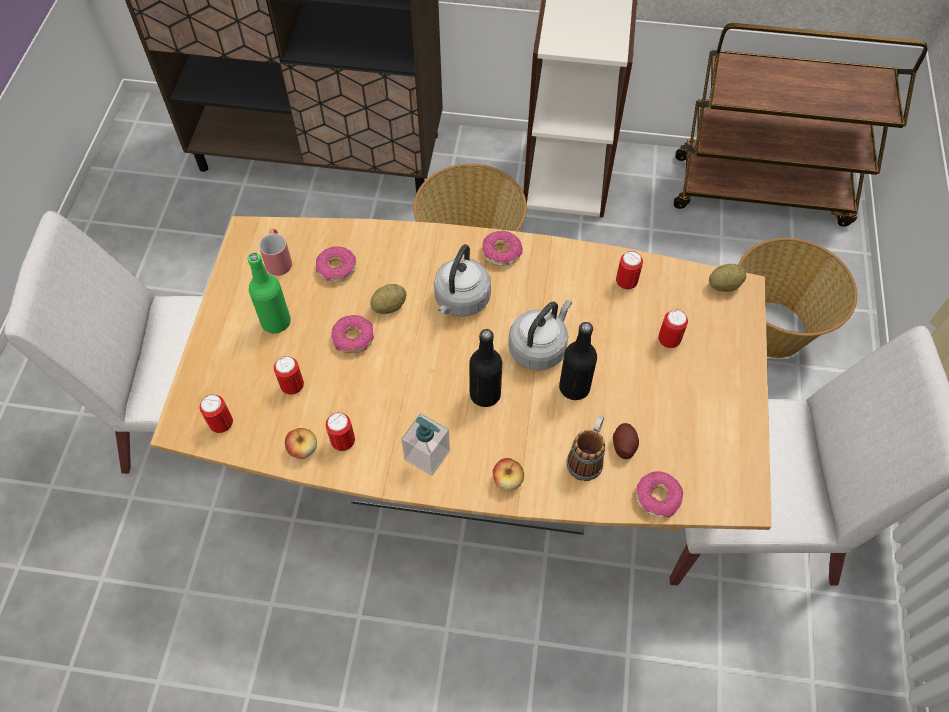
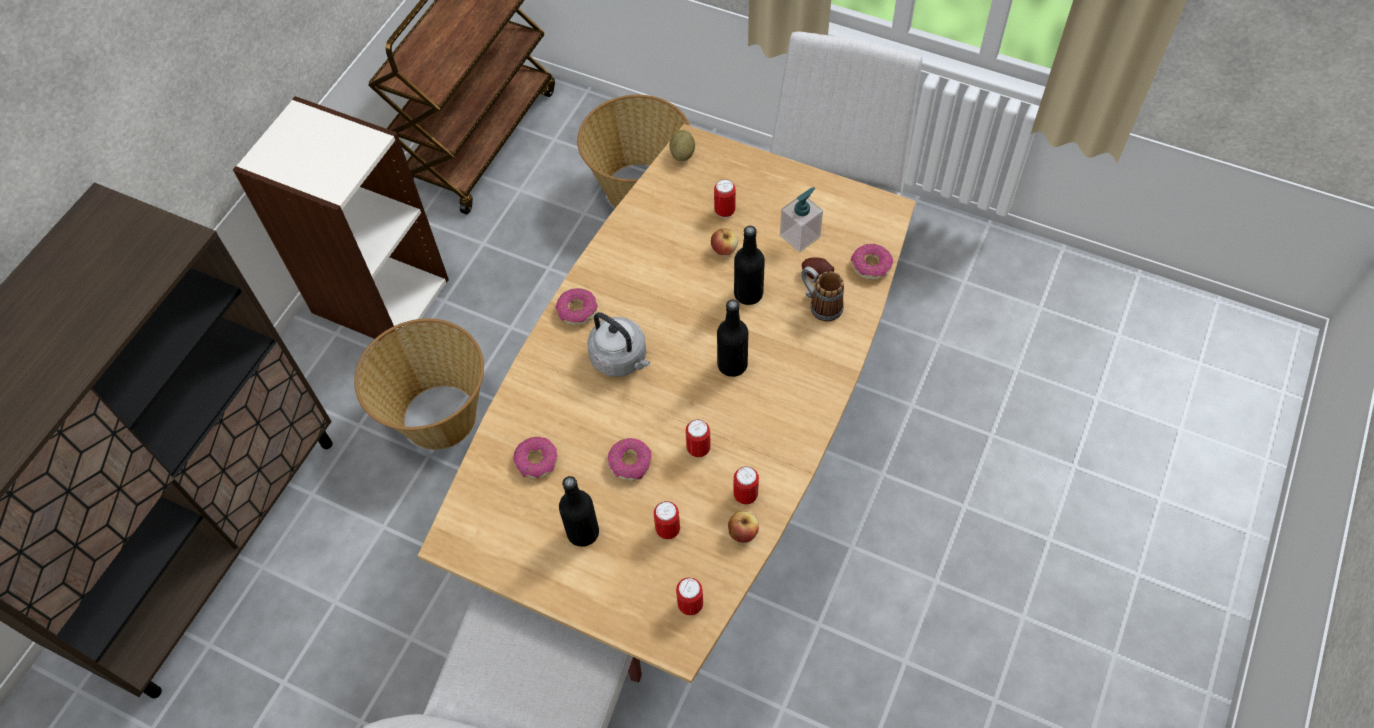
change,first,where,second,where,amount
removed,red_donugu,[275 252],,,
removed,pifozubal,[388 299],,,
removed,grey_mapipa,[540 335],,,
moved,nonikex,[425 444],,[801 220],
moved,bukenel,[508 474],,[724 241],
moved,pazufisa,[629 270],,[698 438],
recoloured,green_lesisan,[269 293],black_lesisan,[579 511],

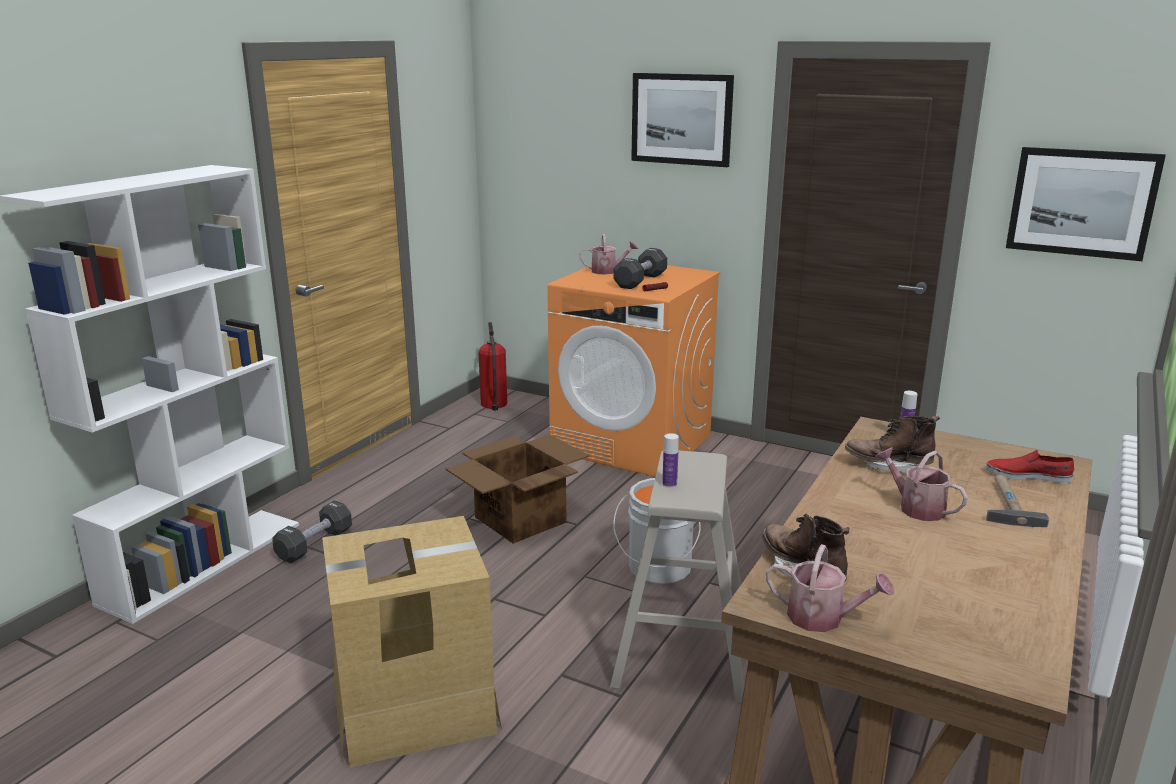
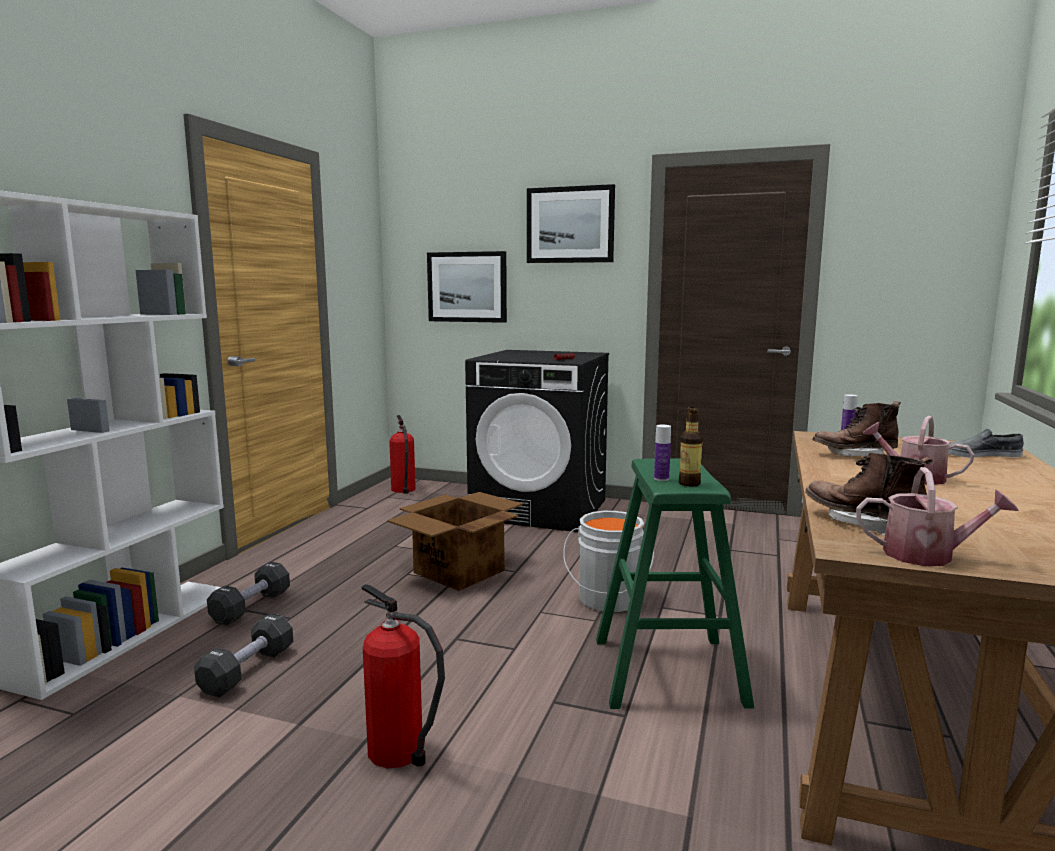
change,first,where,second,where,amount
removed,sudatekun,[608 254],,,
removed,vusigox,[1017 501],,,
added,,,lesisan,[691 447],
moved,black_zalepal,[640 268],,[243 655],
moved,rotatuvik,[1086 204],,[467 287],
replaced,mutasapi,[412 641],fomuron,[403 676],
recoloured,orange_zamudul,[633 368],black_zamudul,[537 441],
recoloured,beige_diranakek,[677 577],green_diranakek,[675 584],
recoloured,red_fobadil,[1030 466],grey_fobadil,[986 442],

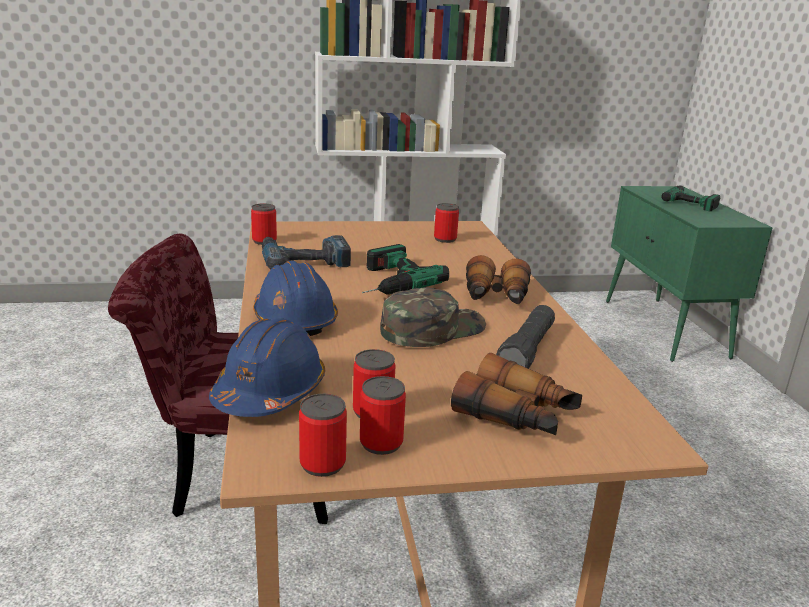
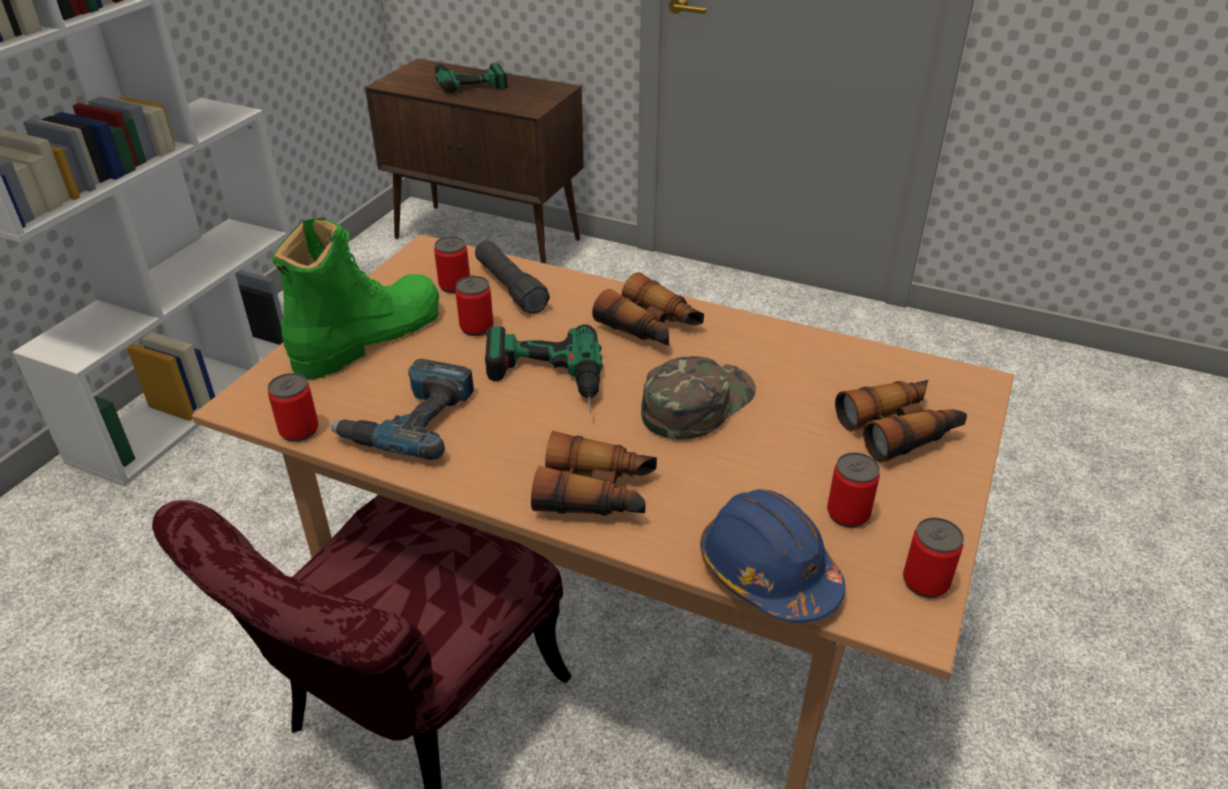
change,first,where,second,where,amount
added,,,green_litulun,[355 298],
moved,pazufisa,[383 415],,[474 306],
moved,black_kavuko,[525 337],,[512 277],
replaced,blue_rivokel,[295 298],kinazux,[594 473],
recoloured,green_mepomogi,[689 274],brown_mepomogi,[474 161],
turned,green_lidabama,[433 317],,[698 397],45 degrees clockwise

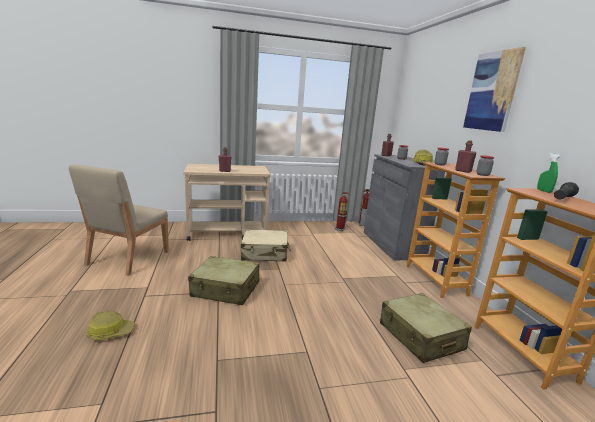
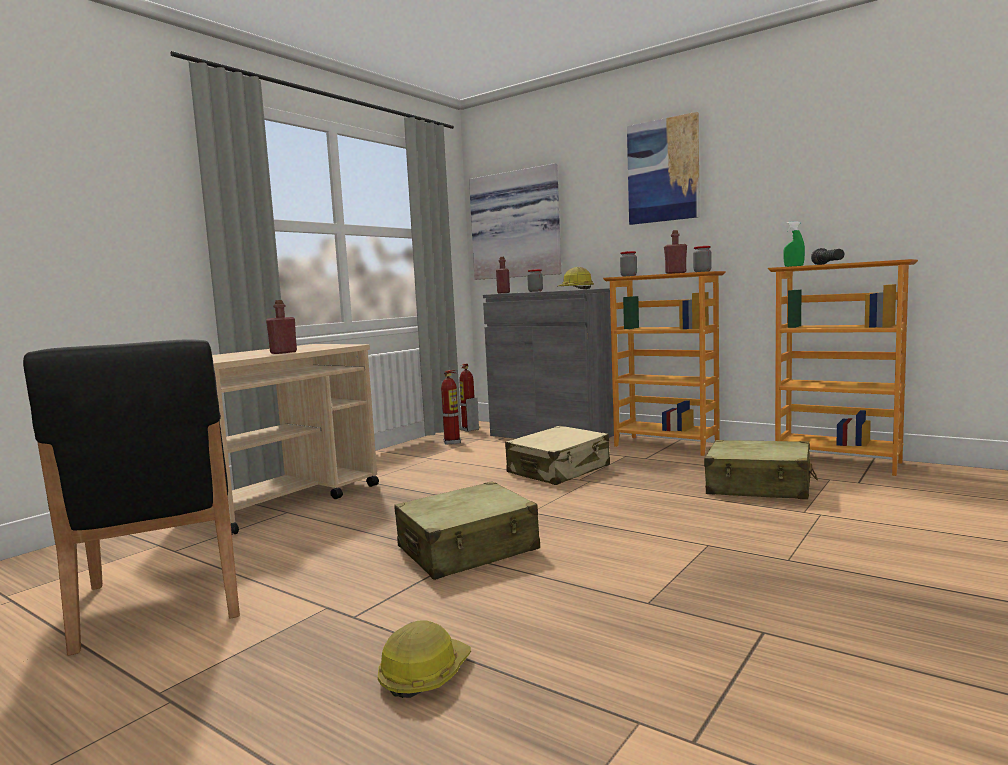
change,first,where,second,where,amount
added,,,rotatuvik,[515 221],
moved,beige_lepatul,[266 246],,[557 455],
recoloured,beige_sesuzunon,[119 220],black_sesuzunon,[131 497],

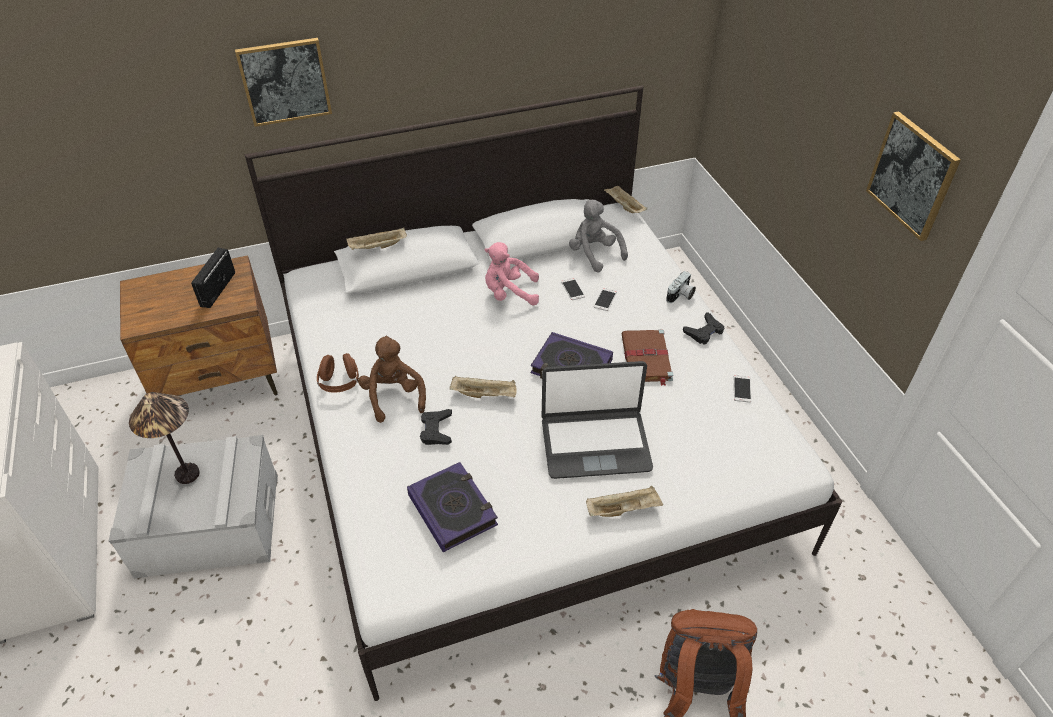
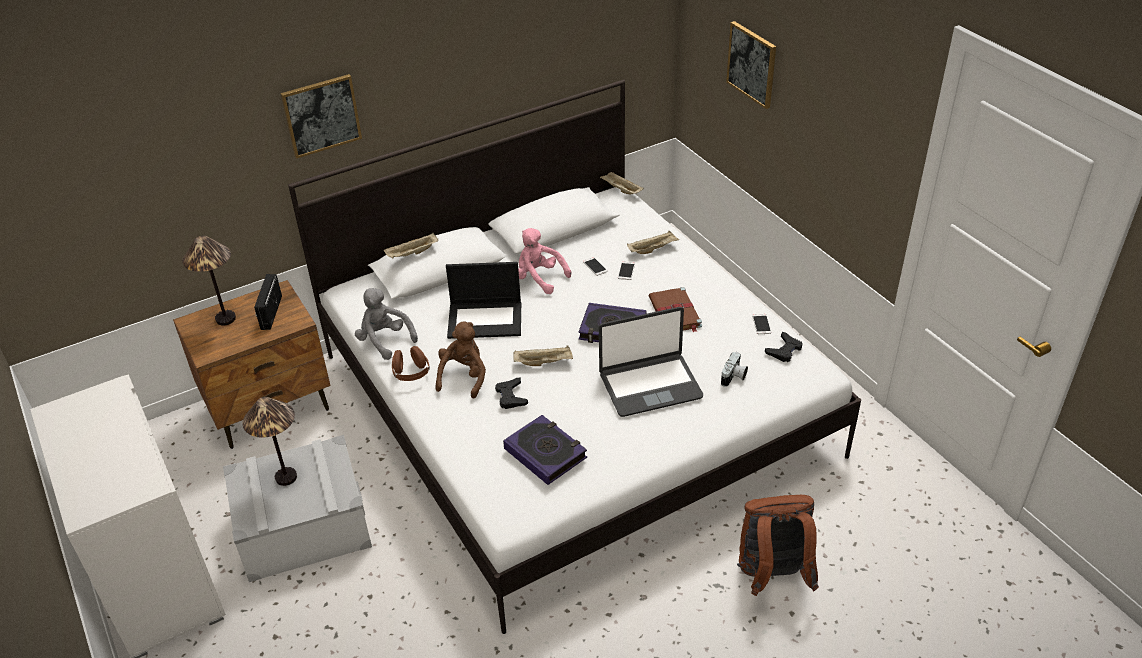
change,first,where,second,where,amount
added,,,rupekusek,[209 280],
added,,,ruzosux,[483 300],
moved,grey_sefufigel,[598 236],,[386 324],
moved,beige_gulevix,[624 501],,[653 242],
moved,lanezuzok,[681 287],,[734 369],
moved,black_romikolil,[704 328],,[783 347],
moved,rotatuvik,[913 176],,[751 65],
turned,brown_sefufigel,[392 379],,[461 360],45 degrees clockwise
turned,pink_sefufigel,[512 274],,[544 261],45 degrees clockwise

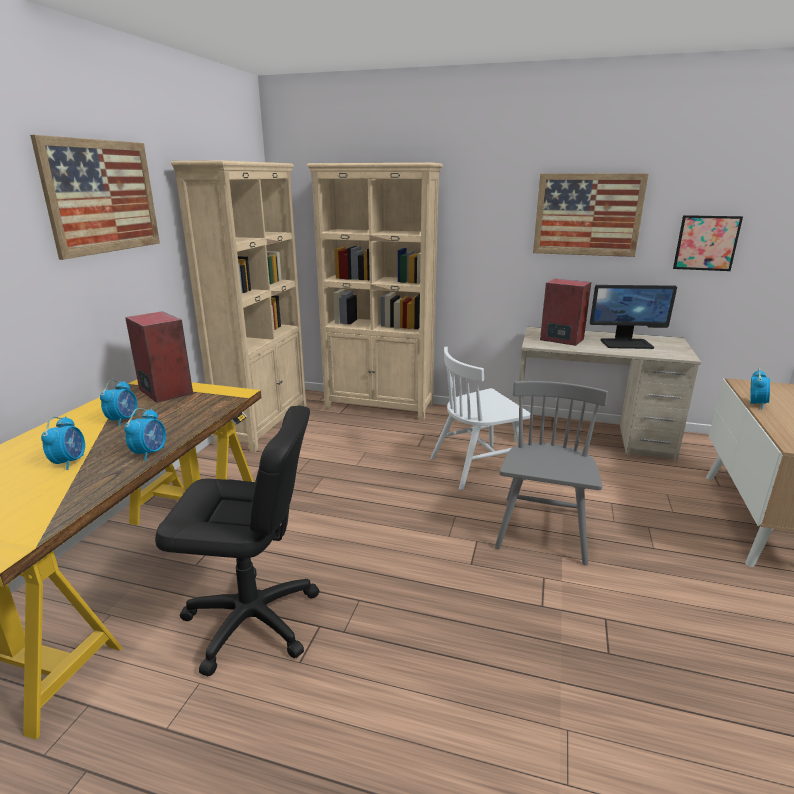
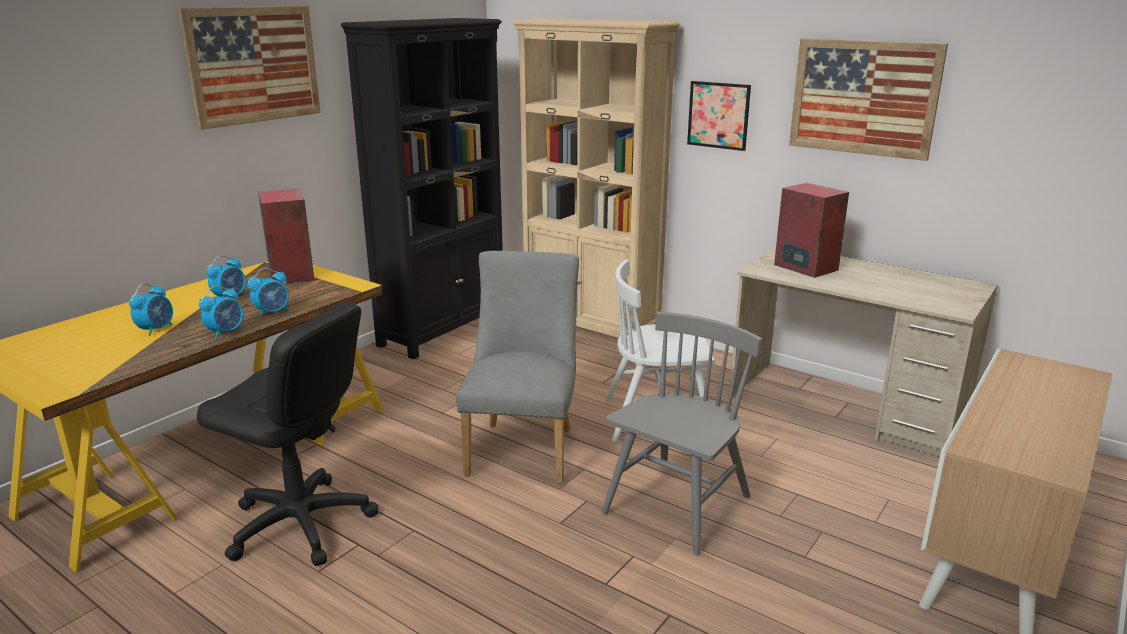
change,first,where,second,where,amount
removed,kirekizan,[633 317],,,
added,,,grey_sesuzunon,[517 367],
moved,rotatuvik,[708 243],,[719 116],
moved,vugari,[760 388],,[268 293],
recoloured,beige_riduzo,[239 306],black_riduzo,[422 189],

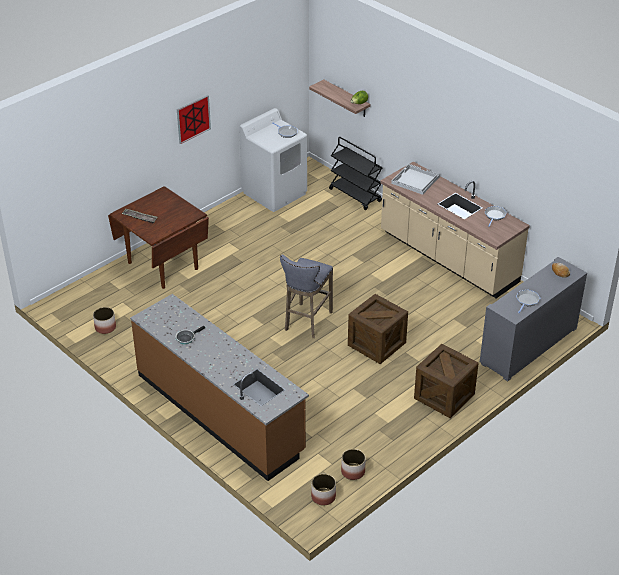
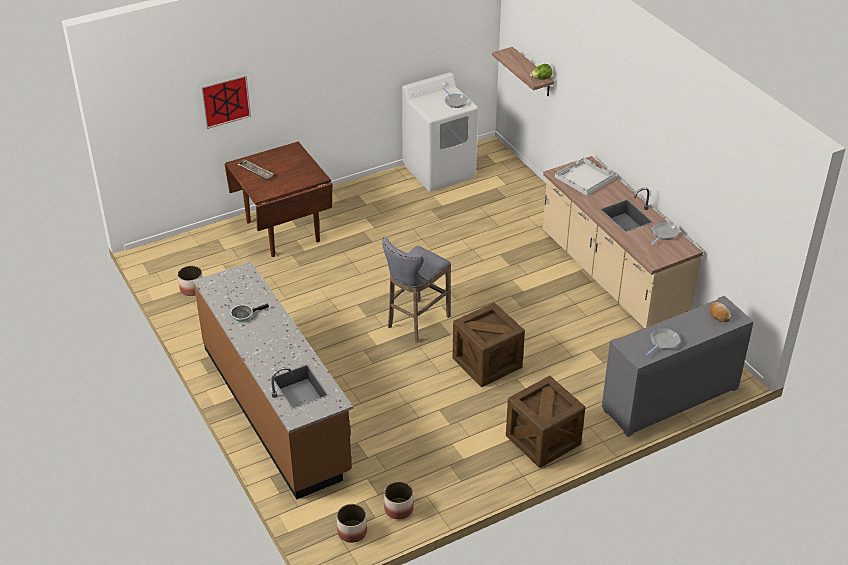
change,first,where,second,where,amount
removed,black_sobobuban,[355 173],,,
moved,rotatuvik,[194 119],,[226 102],

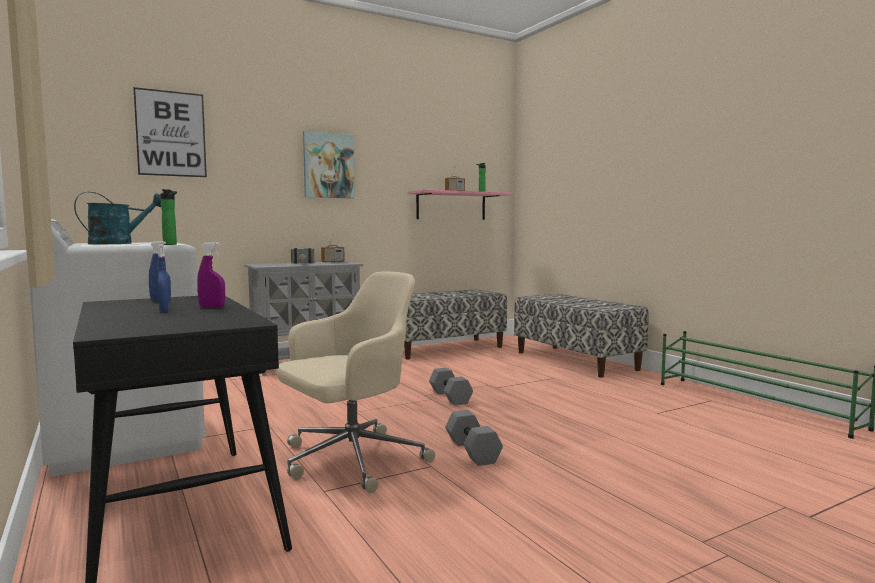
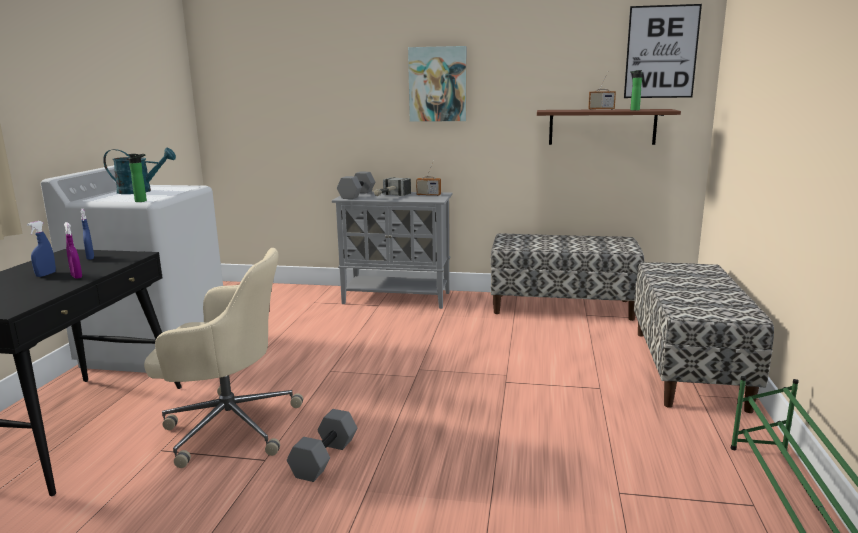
change,first,where,second,where,amount
moved,rotatuvik,[170 132],,[663 51],
moved,grey_zalepal,[451 386],,[356 185],
recoloured,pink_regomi,[459 204],brown_regomi,[609 127],

